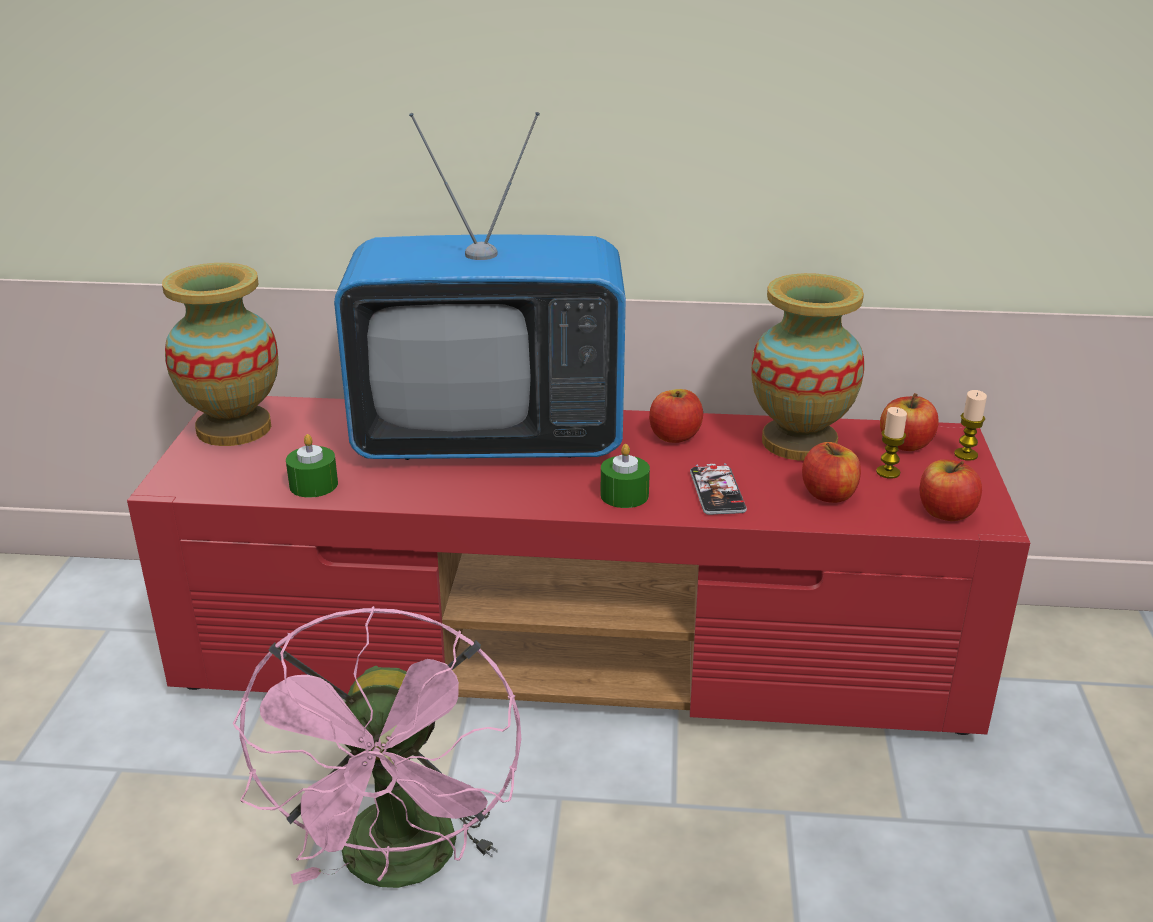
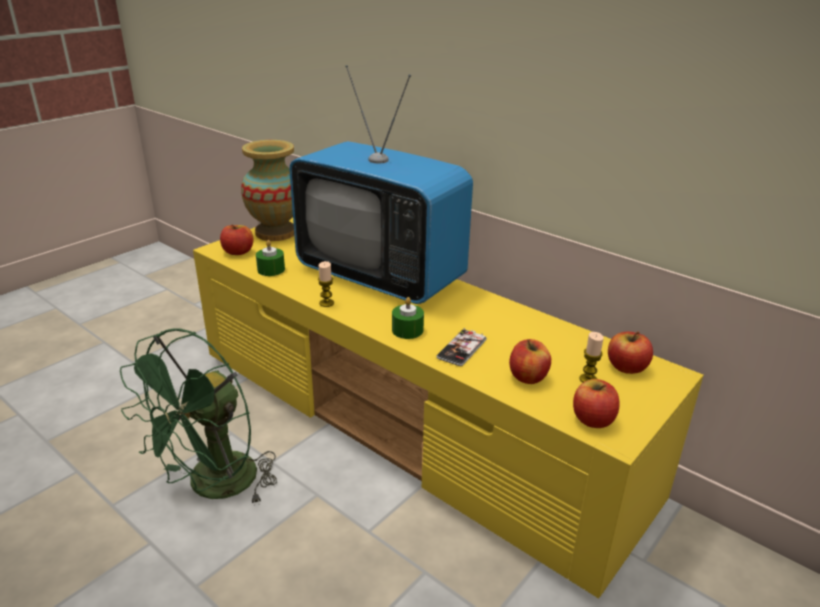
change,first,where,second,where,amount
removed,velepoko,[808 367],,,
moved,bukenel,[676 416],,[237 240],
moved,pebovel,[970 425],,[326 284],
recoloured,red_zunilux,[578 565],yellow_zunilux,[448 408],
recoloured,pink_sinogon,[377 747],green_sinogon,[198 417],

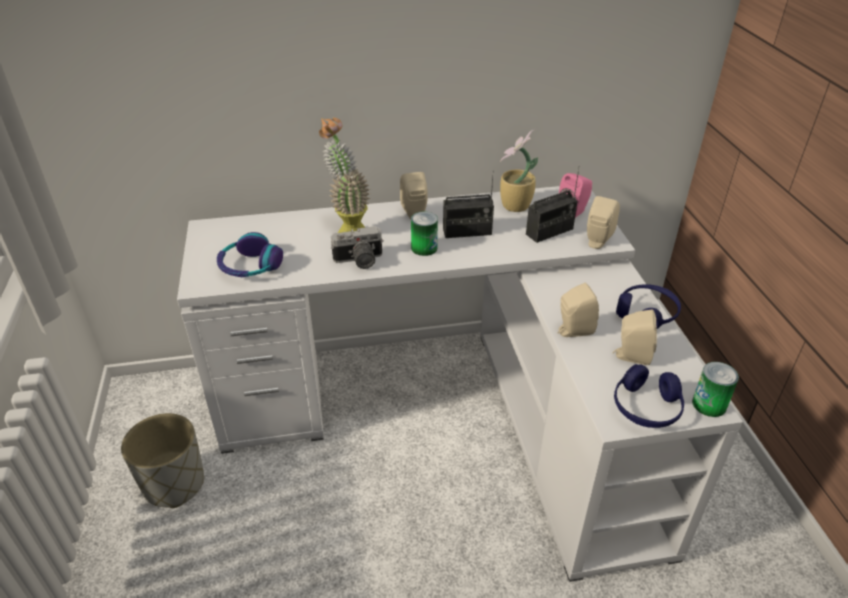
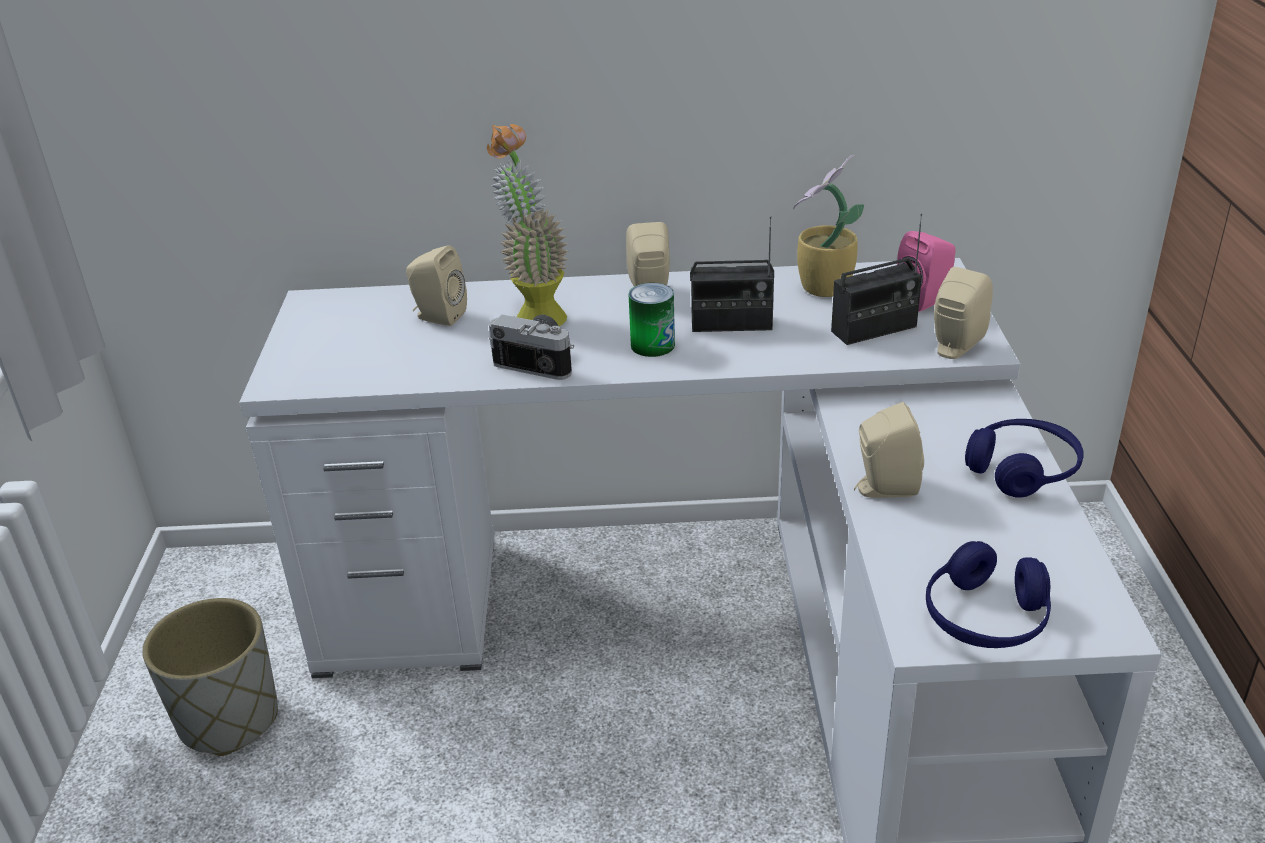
change,first,where,second,where,amount
removed,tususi,[250 254],,,
removed,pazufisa,[715 389],,,
moved,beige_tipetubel,[634 337],,[436 285],
turned,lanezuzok,[357 247],,[531 347],150 degrees counterclockwise

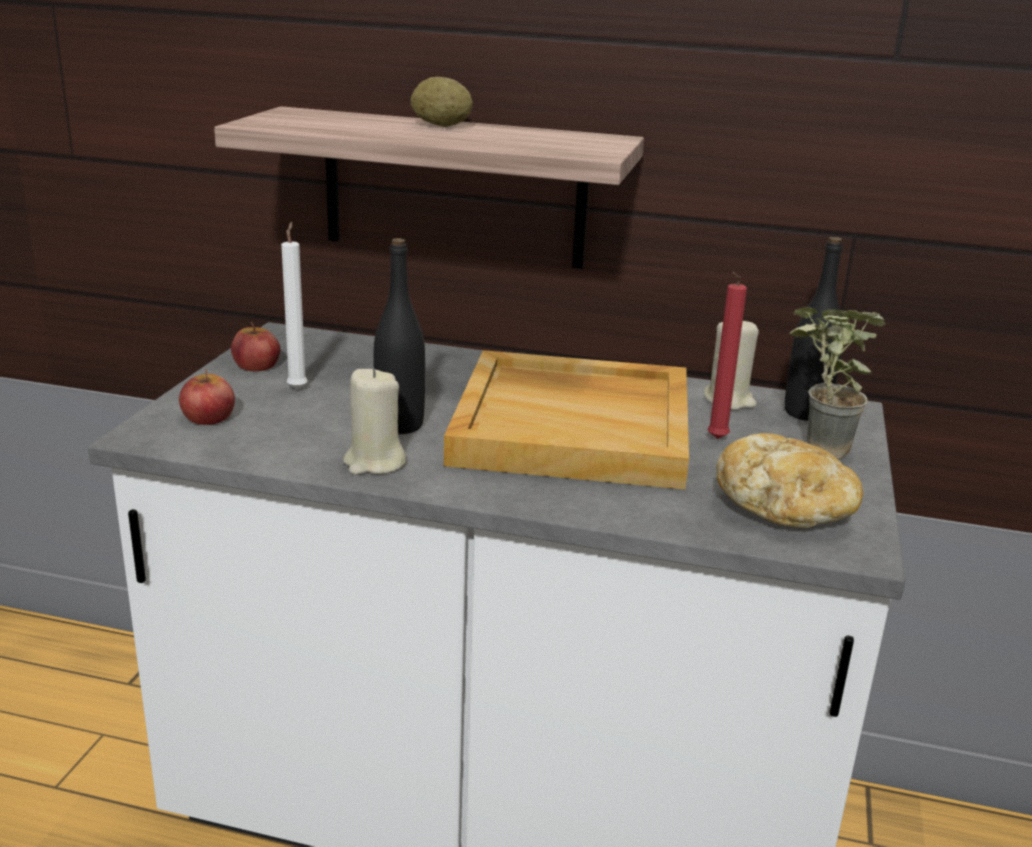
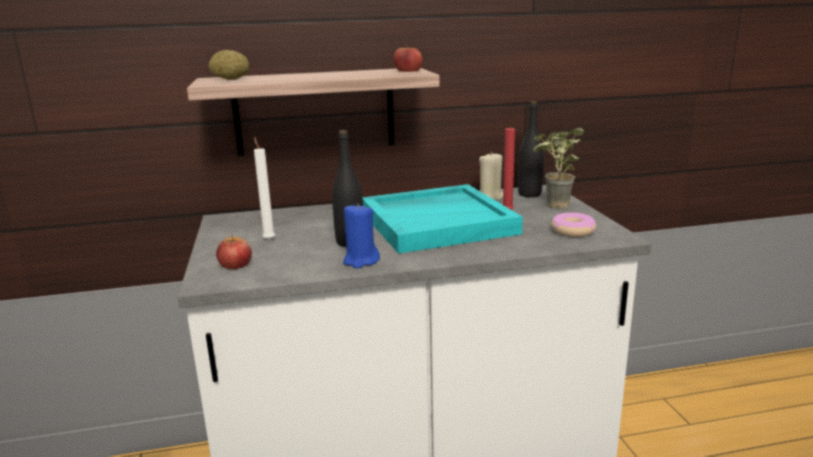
change,first,where,second,where,amount
moved,bukenel,[256 346],,[408 57],
moved,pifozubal,[442 102],,[229 65],
replaced,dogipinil,[790 480],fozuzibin,[573 224],
recoloured,beige_pebovel,[375 421],blue_pebovel,[361 235],
recoloured,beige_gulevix,[566 419],turquoise_gulevix,[443 219],

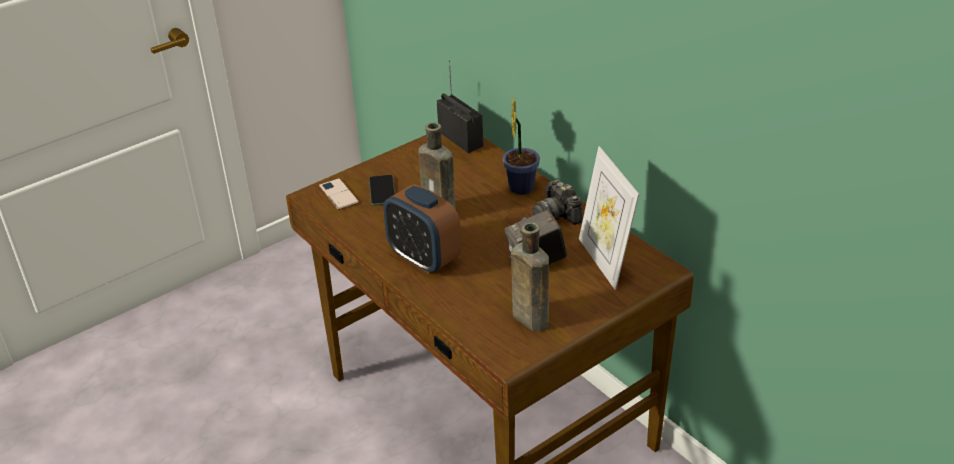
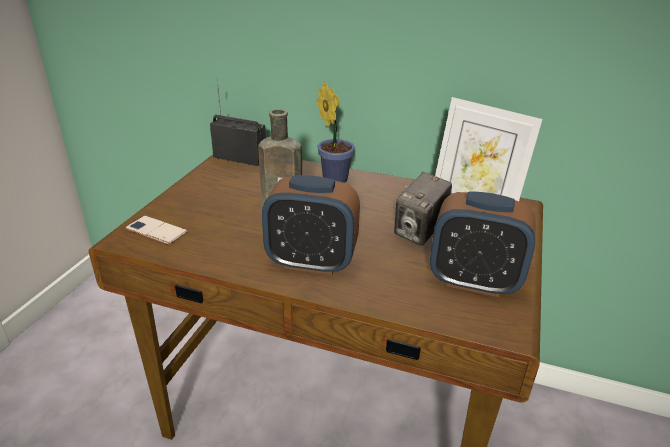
change,first,where,second,where,amount
removed,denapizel,[382 190],,,
removed,lanezuzok,[558 202],,,
replaced,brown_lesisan,[530 276],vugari,[483 244],

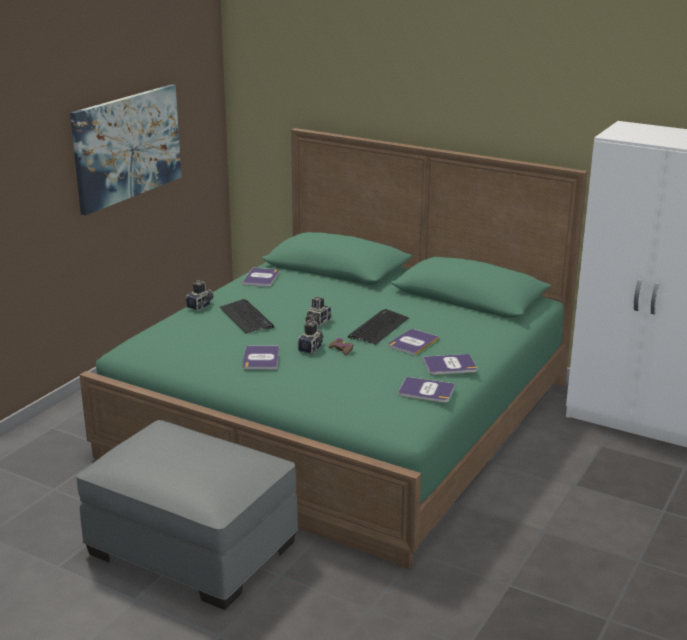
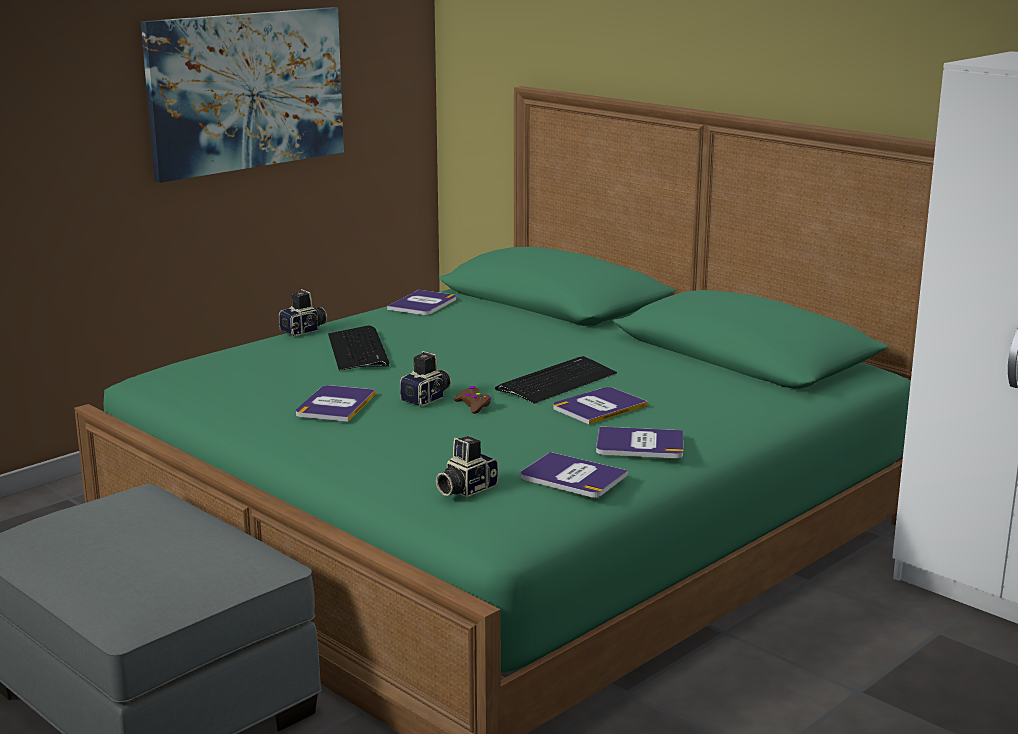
change,first,where,second,where,amount
moved,lanezuzok,[318 311],,[467 466],

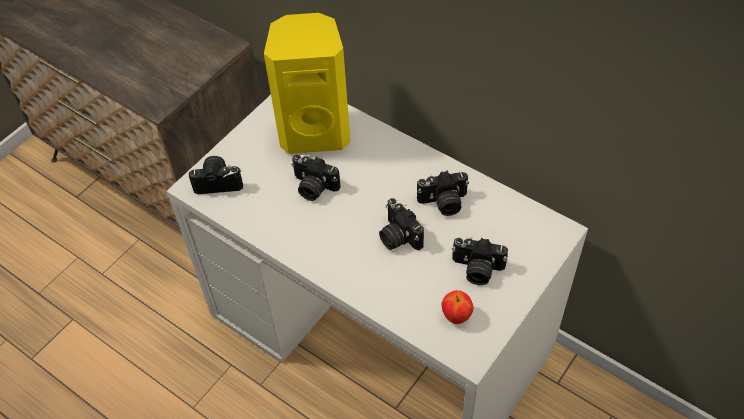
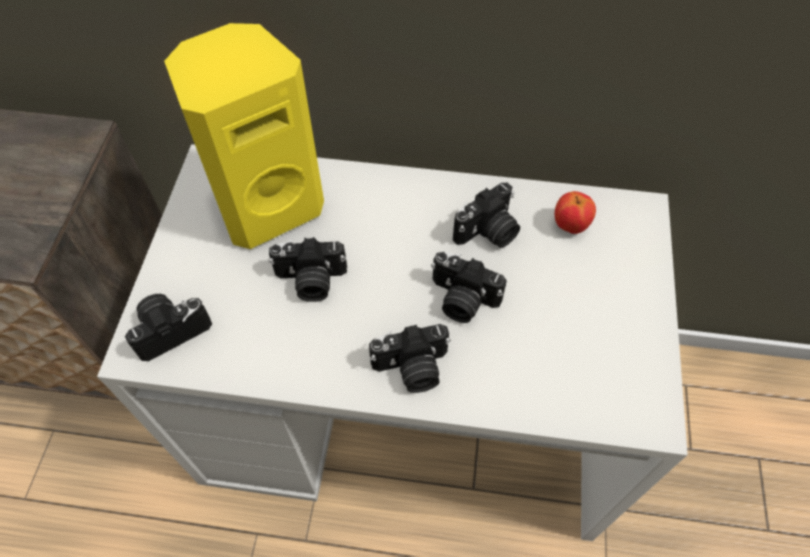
change,first,where,second,where,amount
moved,bukenel,[457 307],,[575 212],
moved,lanezuzok,[480 261],,[410 358],

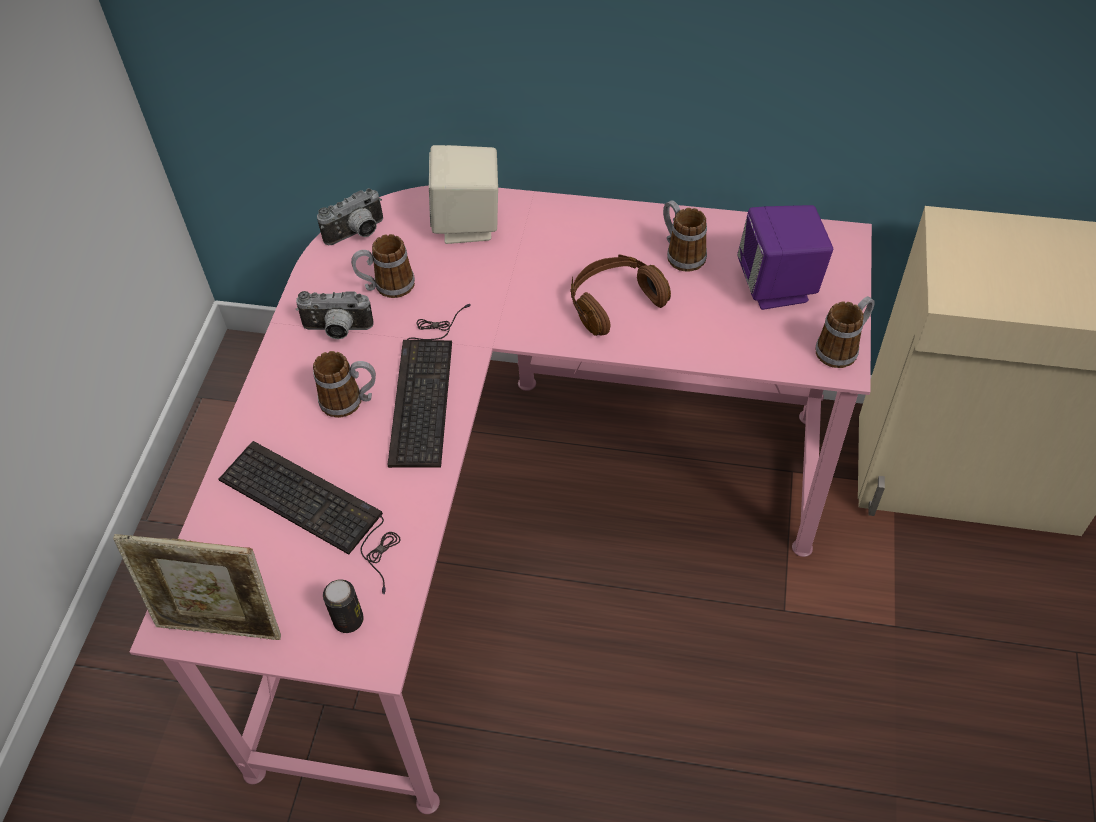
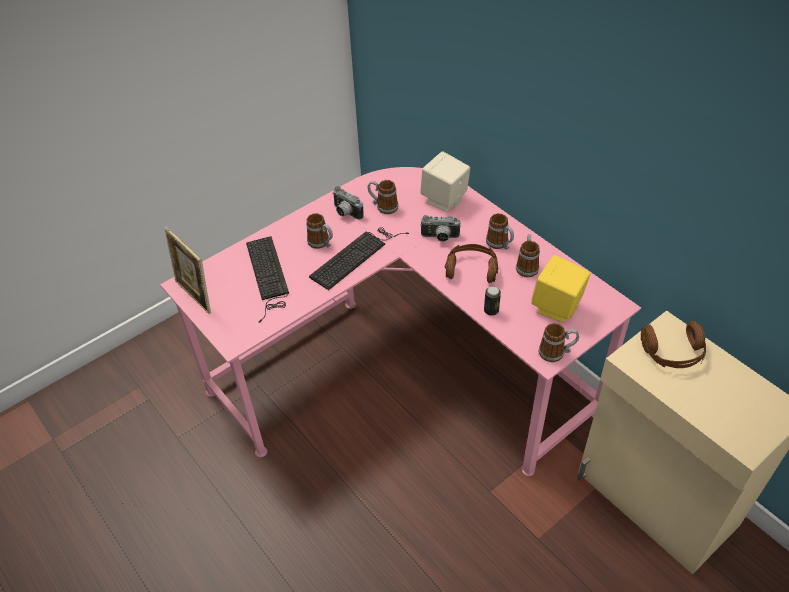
change,first,where,second,where,amount
added,,,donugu,[500 231],
added,,,brown_tususi,[673 344],
moved,lanezuzok,[350 216],,[440 228],
moved,pazufisa,[343 606],,[492 300],
recoloured,purple_tipetubel,[785 257],yellow_tipetubel,[561 288],

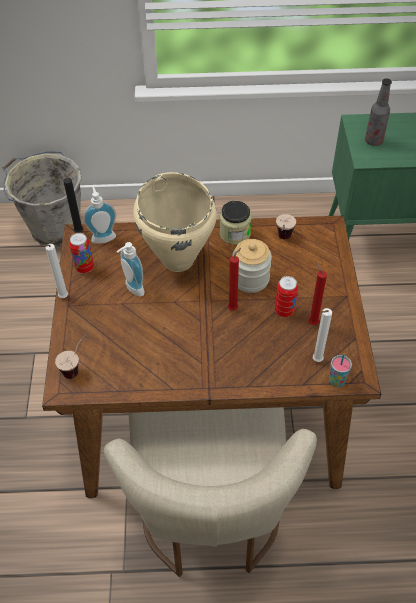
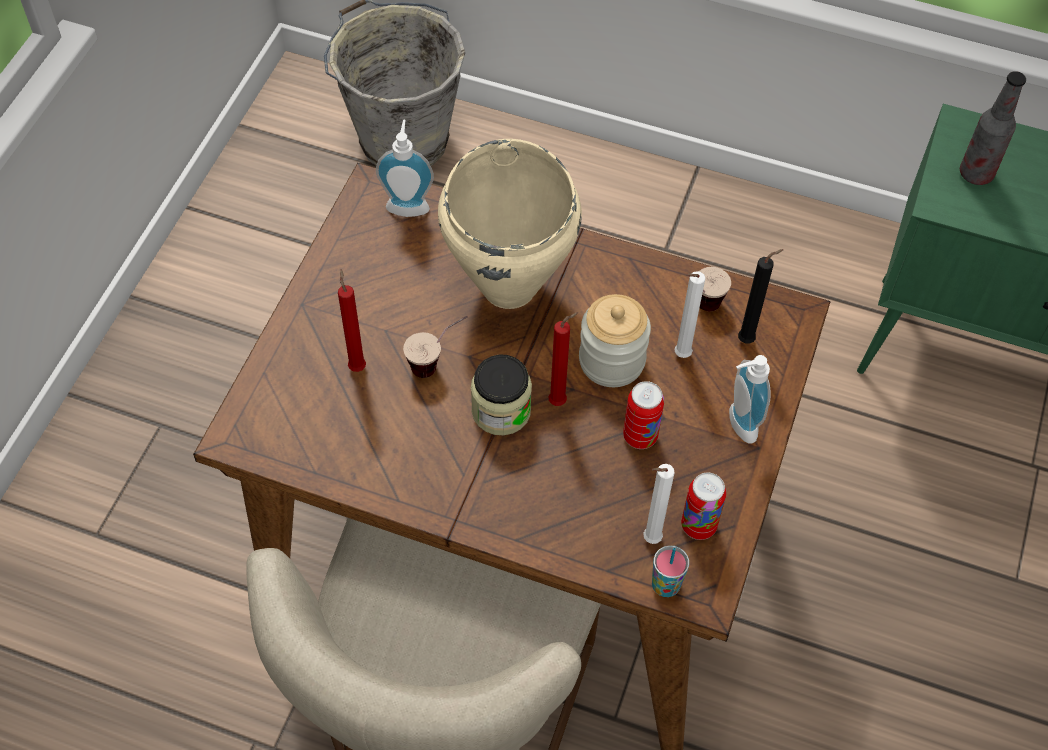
change,first,where,second,where,amount
moved,white_pebovel,[54 271],,[689 314],
moved,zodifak,[71 355],,[435 347],
moved,black_pebovel,[73 201],,[761 296],
moved,pazufisa,[81 253],,[703 506],
moved,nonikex,[131 269],,[750 399],
moved,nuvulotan,[236 223],,[501 395],
moved,red_pebovel,[317 293],,[352 320],

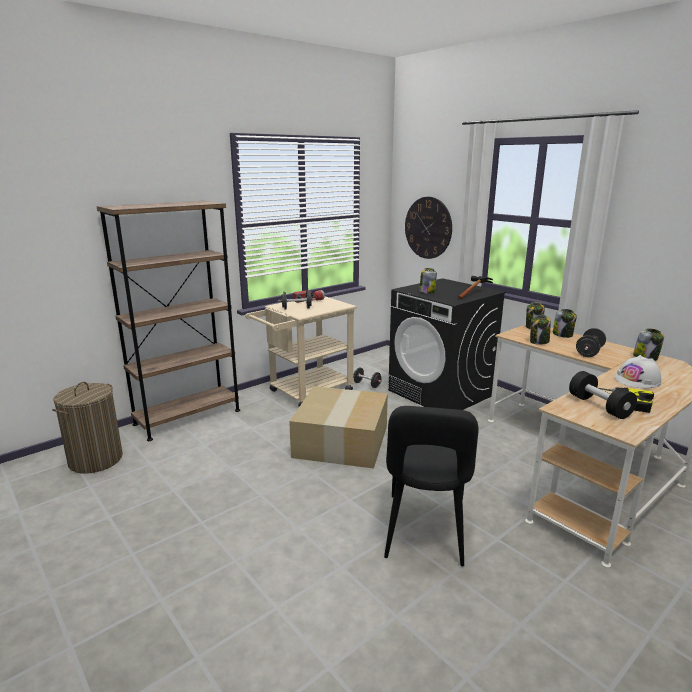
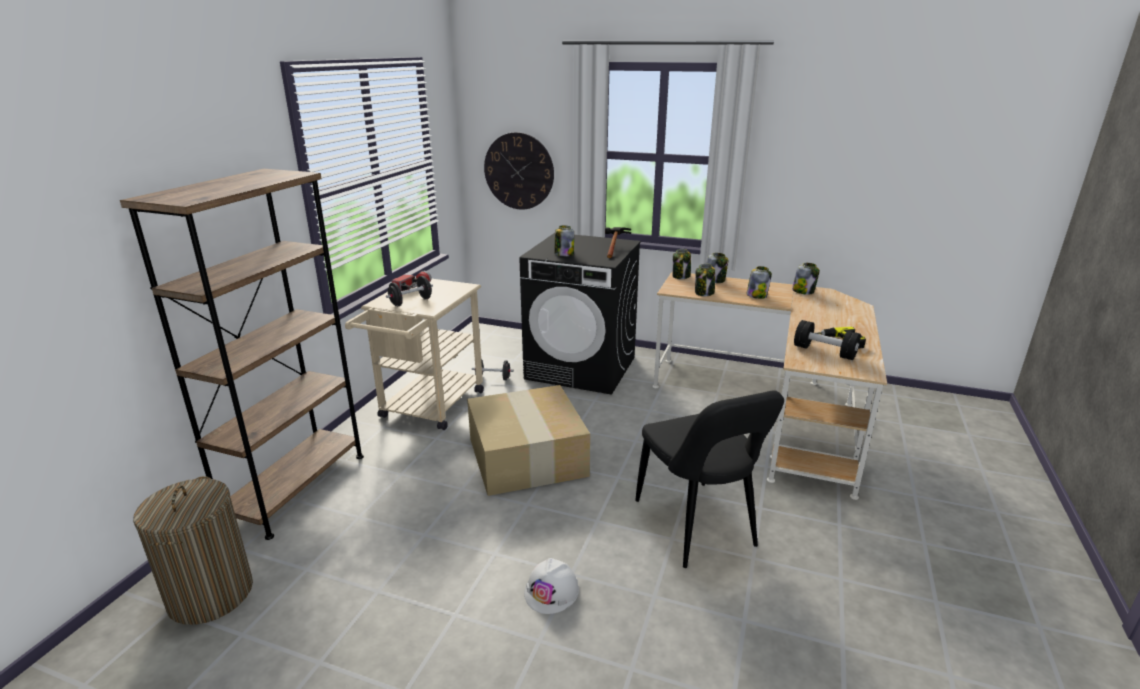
change,first,where,second,where,amount
moved,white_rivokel,[637 371],,[551 586],
replaced,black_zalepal,[591 342],nuvulotan,[759 282],

